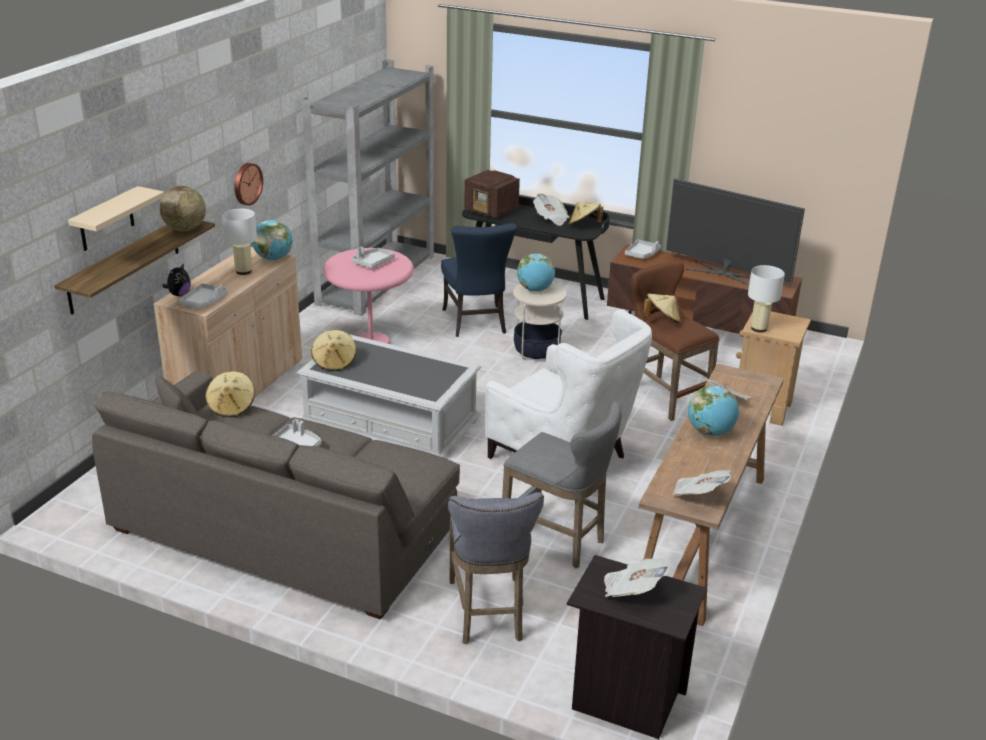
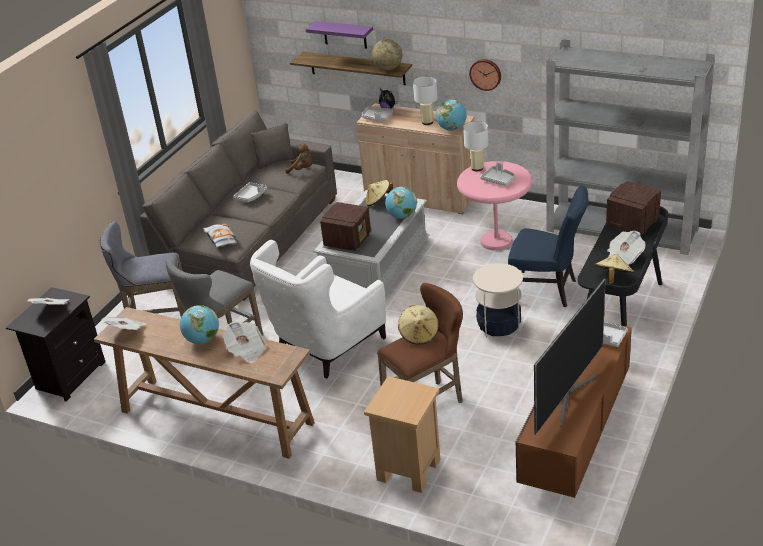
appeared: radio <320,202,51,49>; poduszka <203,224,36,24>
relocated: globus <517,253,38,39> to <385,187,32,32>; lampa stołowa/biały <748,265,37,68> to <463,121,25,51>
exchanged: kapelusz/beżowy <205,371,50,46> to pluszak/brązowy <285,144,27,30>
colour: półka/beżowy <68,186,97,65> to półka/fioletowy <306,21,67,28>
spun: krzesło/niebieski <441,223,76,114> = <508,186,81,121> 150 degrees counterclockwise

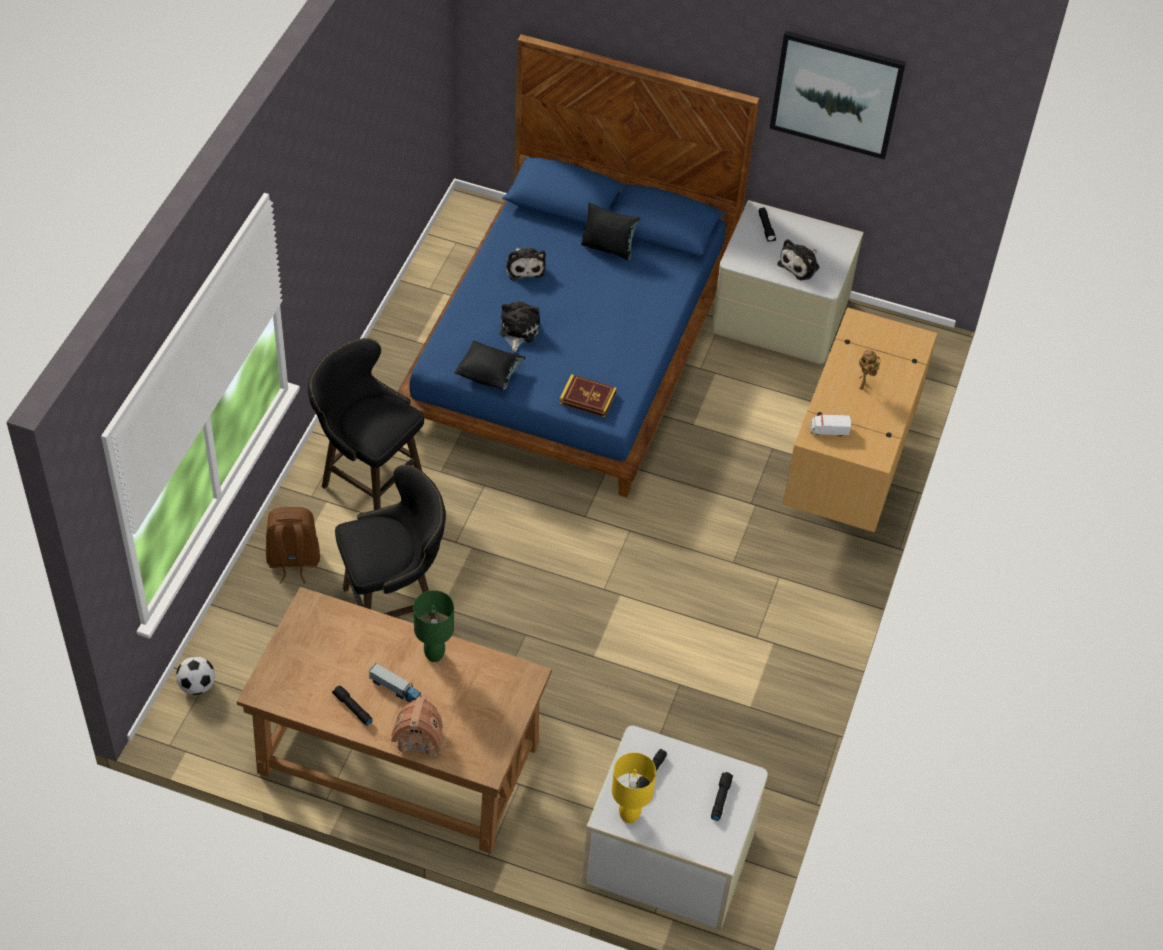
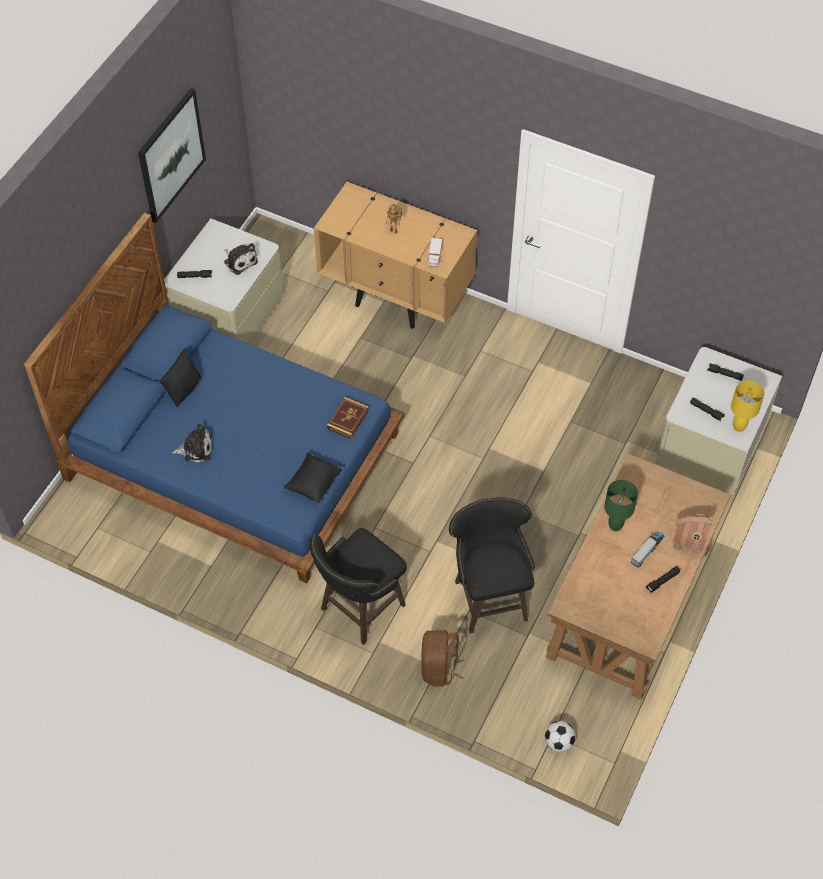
missing: pluszak <500,301,40,51>

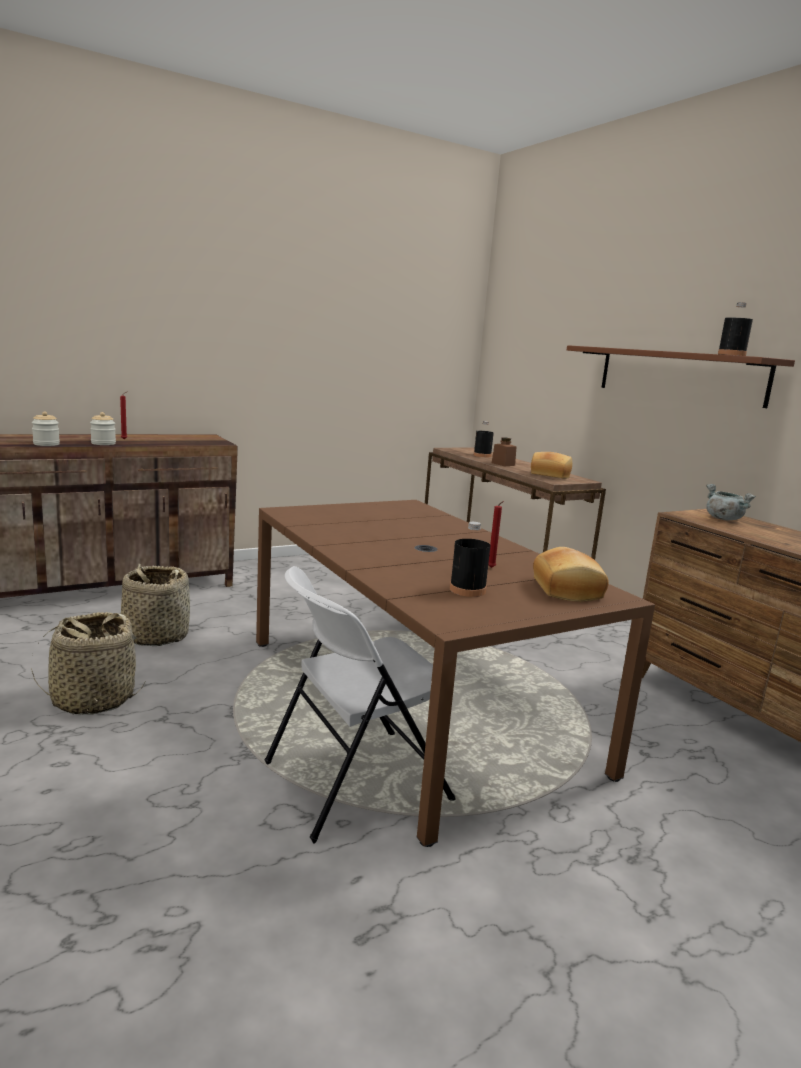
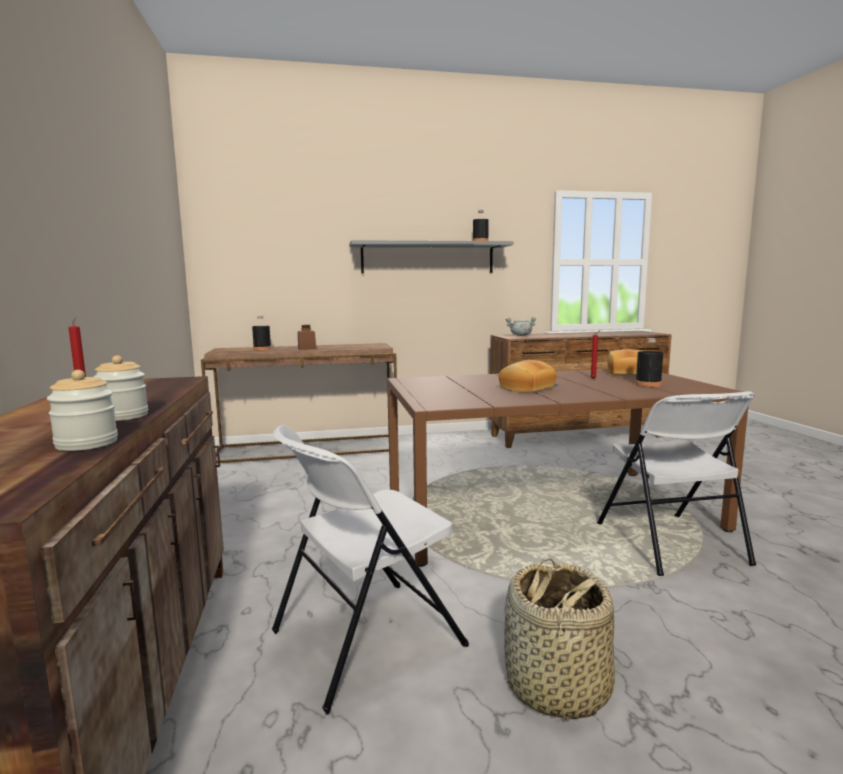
relocated: chleb <531,452,41,27> to <499,360,57,32>
exchanged: koszyk <121,564,69,82> to krzesło/biały <272,425,197,290>
colour: półka/brązowy <567,345,228,63> to półka/szary <349,240,164,33>

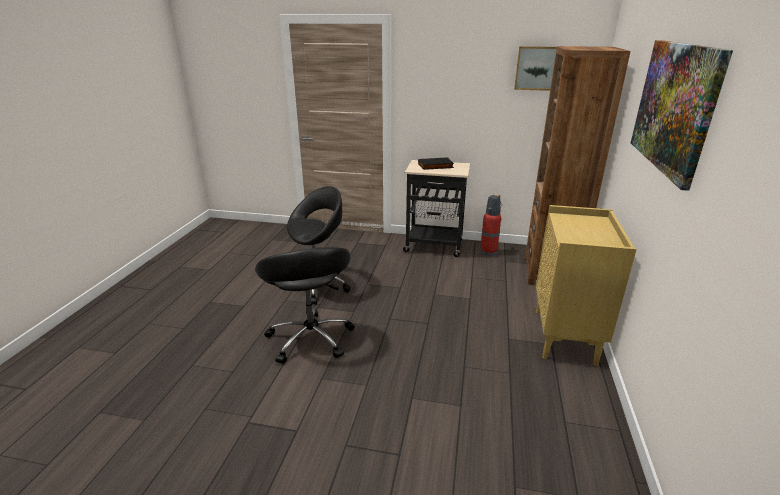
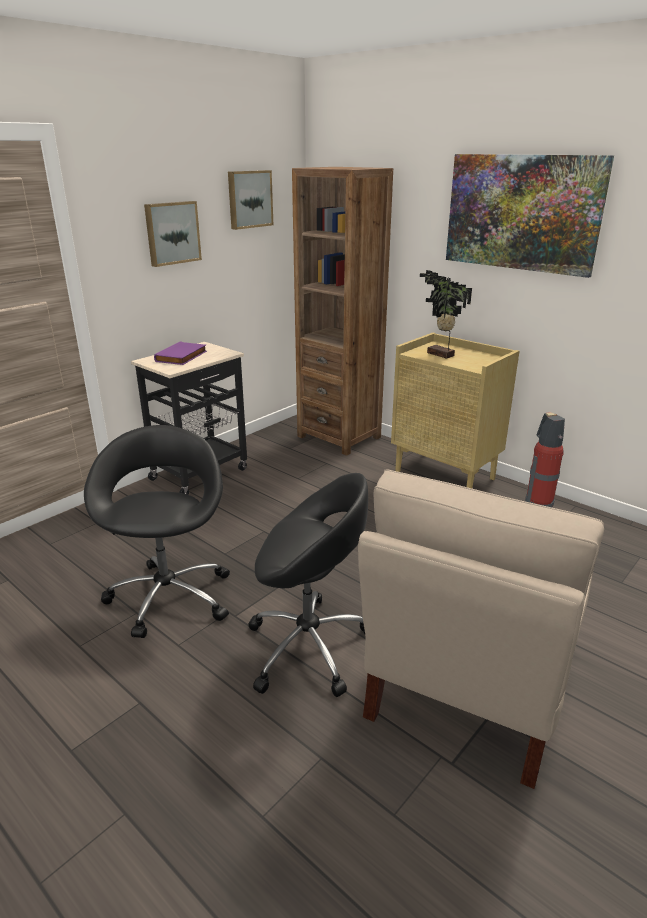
appeared: obraz <144,201,58,66>; roślina doniczkowa <420,270,52,89>; krzesło/beżowy <358,469,246,320>
relocated: gaśnica <480,194,22,62> to <525,412,40,95>
colour: książka/czarny <418,157,36,13> to książka/fioletowy <154,342,53,23>

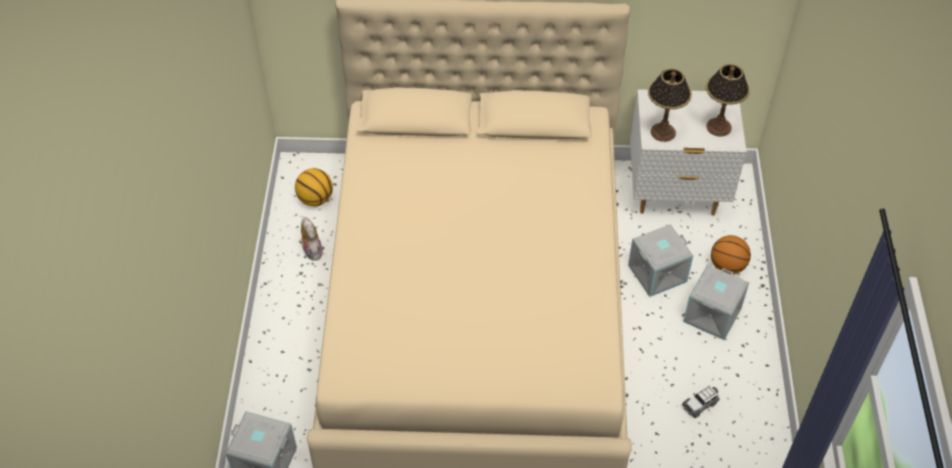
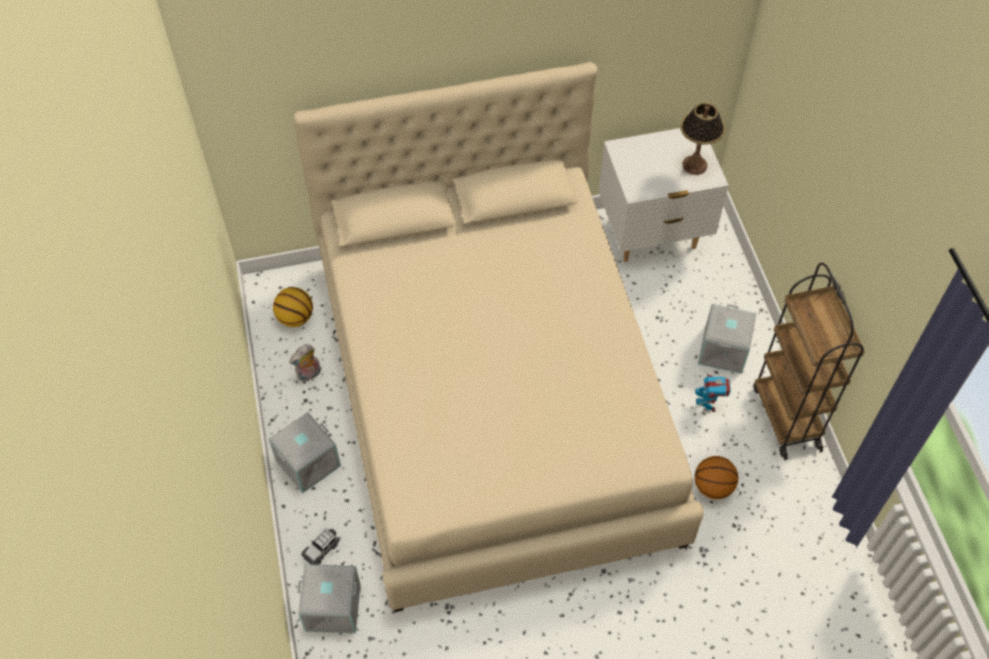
missing: lampa stołowa <648,69,44,73>
appeared: wózek/brązowy <754,263,111,197>; robot zabawkowy <695,370,36,42>
relocated: pojemnik do przechowywania/szary <628,224,65,73> to <269,412,72,81>; piłka do koszykówki <711,235,40,39> to <695,456,43,43>; samochodzik <682,385,38,33> to <302,528,38,37>
spun: pluszak <299,217,24,44> = <289,344,32,37> 90 degrees counterclockwise

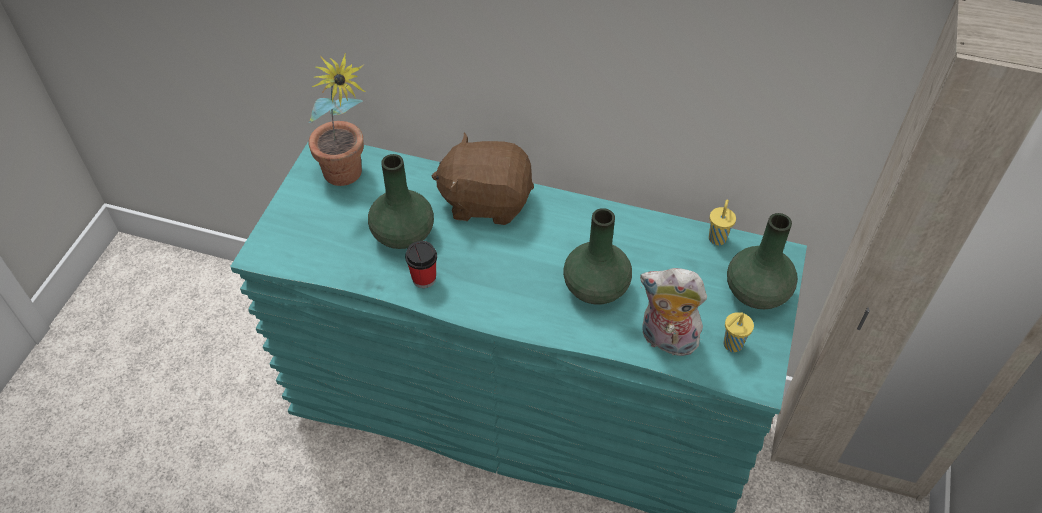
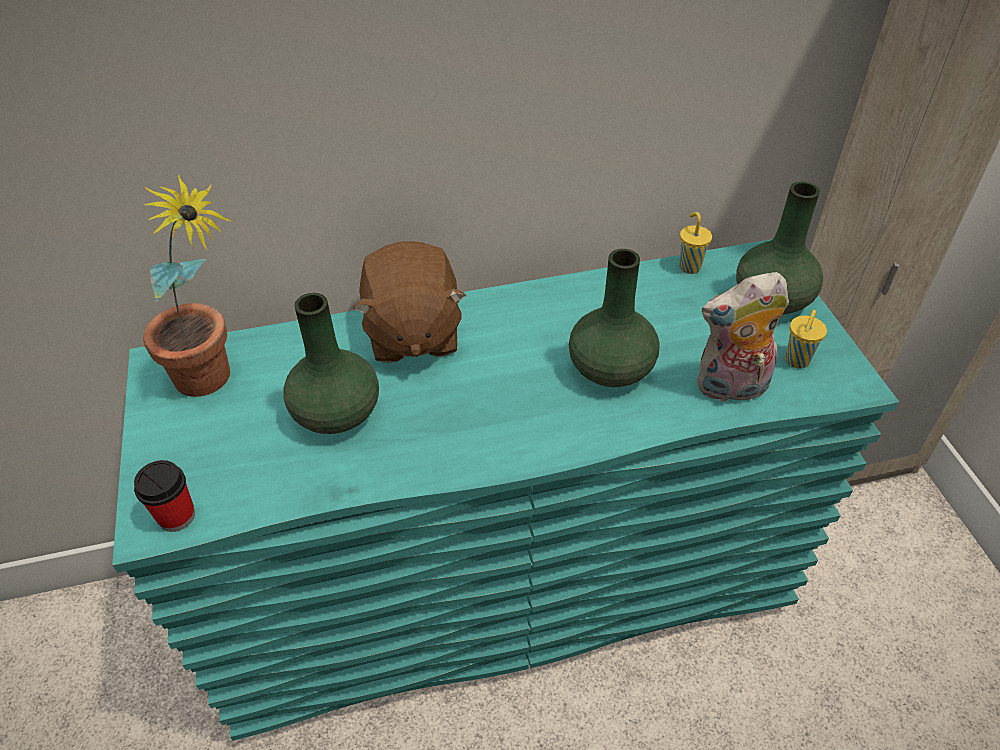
relocated: filiżanka <405,241,32,47> to <134,460,61,72>
spun: pluszak/brązowy <432,132,102,93> = <353,241,113,122> 75 degrees counterclockwise

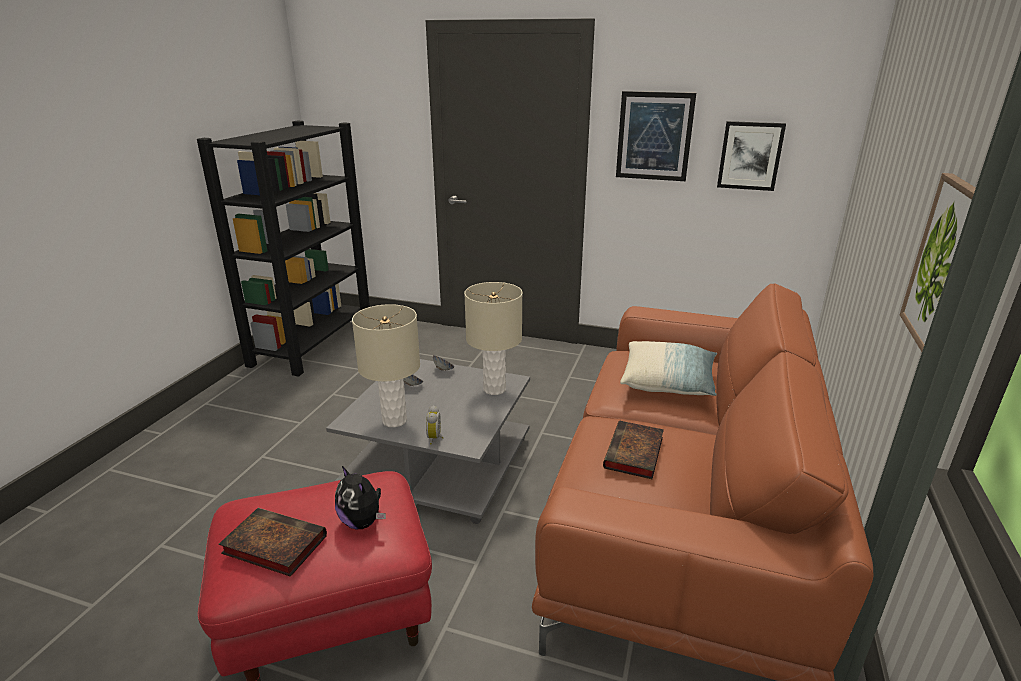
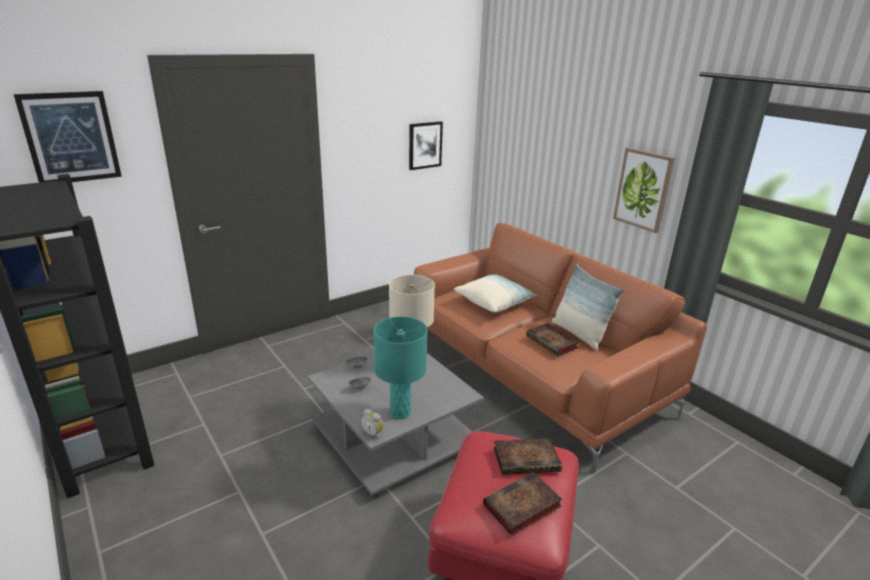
appeared: poduszka <551,264,73,86>
relocated: obraz <616,91,80,90> to <14,91,108,92>; budzik <426,405,18,40> to <361,409,22,31>
exchanged: pluszak <335,466,51,63> to książka <493,438,69,37>
colour: lampa stołowa/beżowy <352,304,68,123> to lampa stołowa/turkusowy <374,316,54,103>

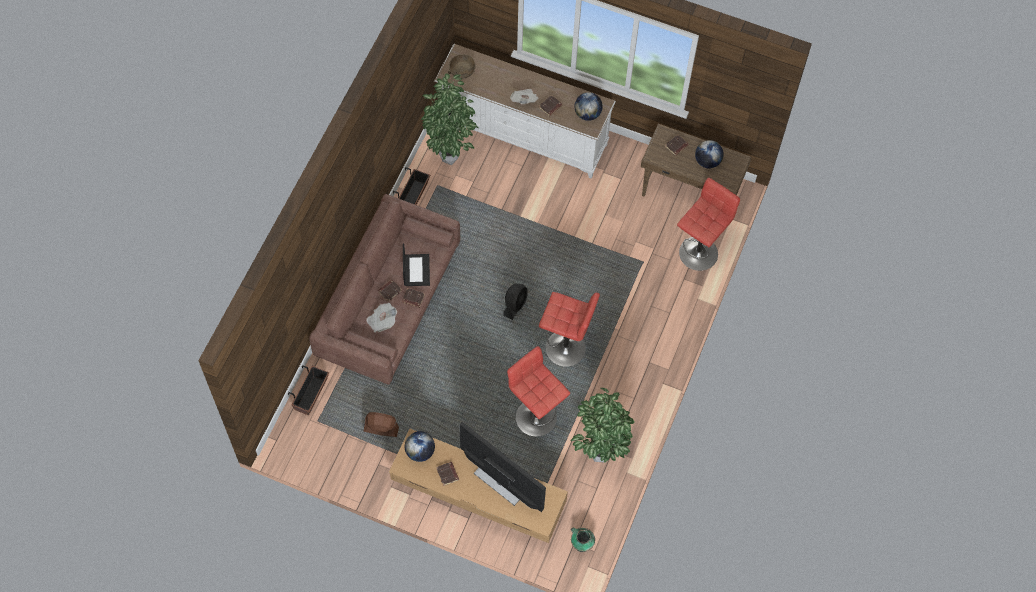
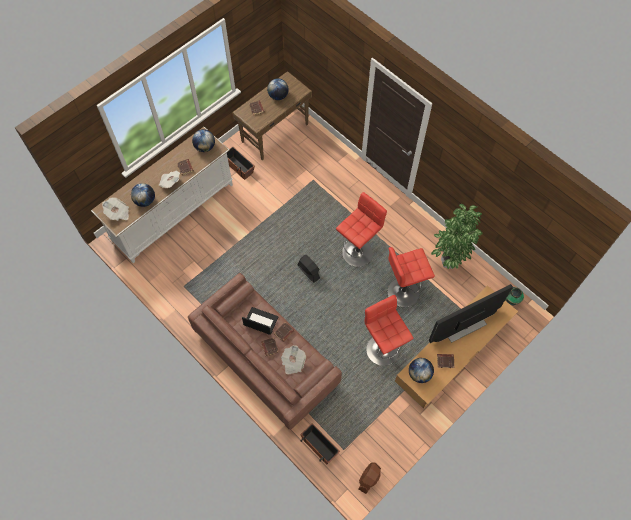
missing: roślina doniczkowa <421,73,58,92>
appeared: globus <131,183,24,24>
relocated: donica <393,167,37,38> to <227,147,28,33>; stołek/czerwony <677,178,63,93> to <365,295,49,71>; wentylator/brązowy <364,412,35,25> to <358,462,23,32>
exchanged: miska/brązowy <448,54,28,25> to gazeta <102,197,27,24>

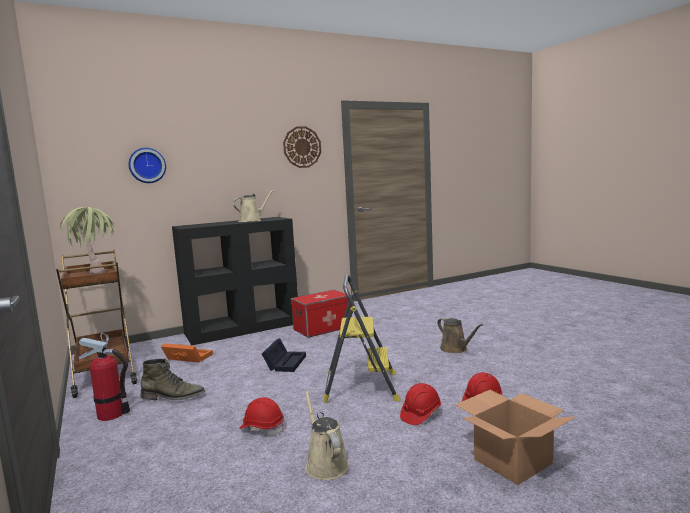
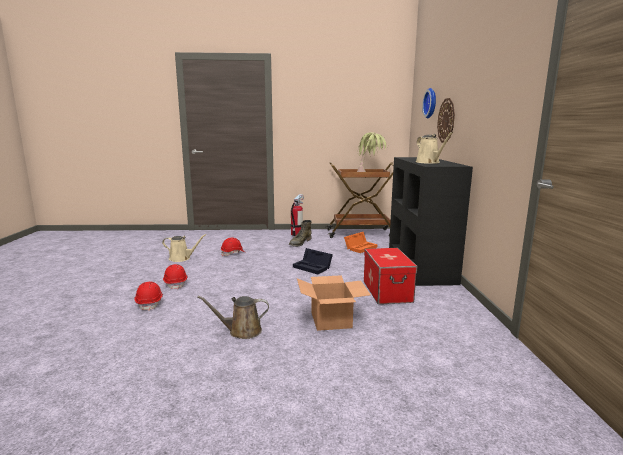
missing: drabinka/żółty <323,274,78,129>
relocated: zegar ścienny <283,127,38,41> to <437,98,18,45>; karton <455,390,121,95> to <297,275,74,56>

